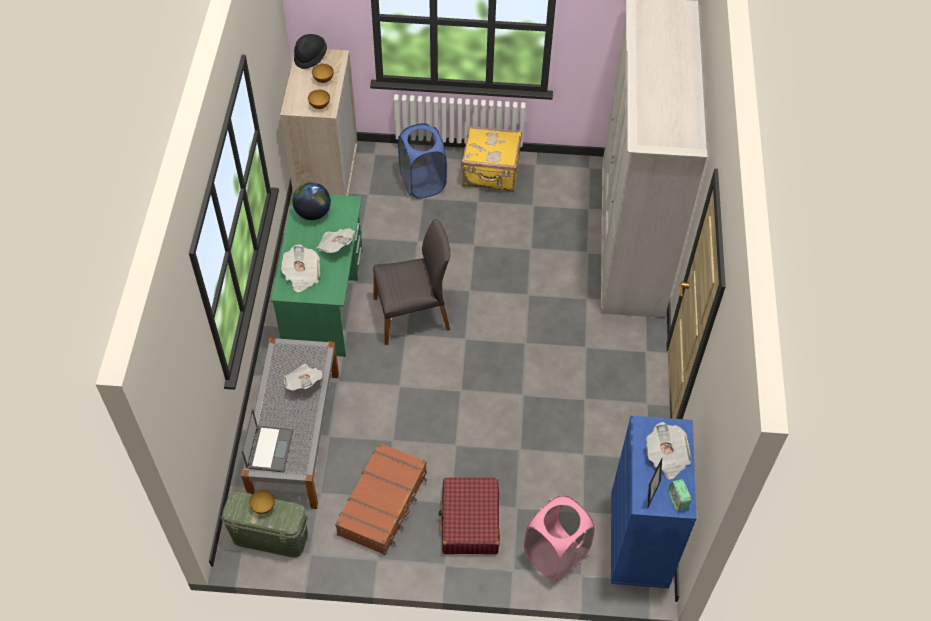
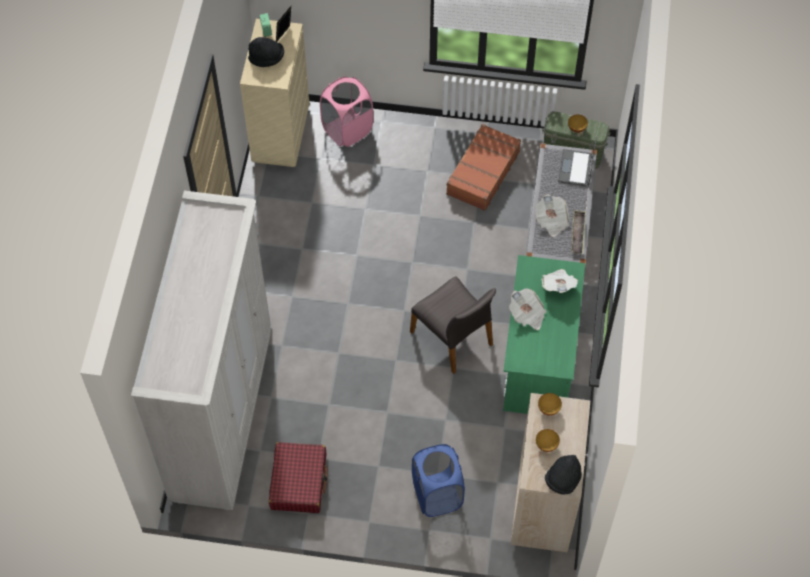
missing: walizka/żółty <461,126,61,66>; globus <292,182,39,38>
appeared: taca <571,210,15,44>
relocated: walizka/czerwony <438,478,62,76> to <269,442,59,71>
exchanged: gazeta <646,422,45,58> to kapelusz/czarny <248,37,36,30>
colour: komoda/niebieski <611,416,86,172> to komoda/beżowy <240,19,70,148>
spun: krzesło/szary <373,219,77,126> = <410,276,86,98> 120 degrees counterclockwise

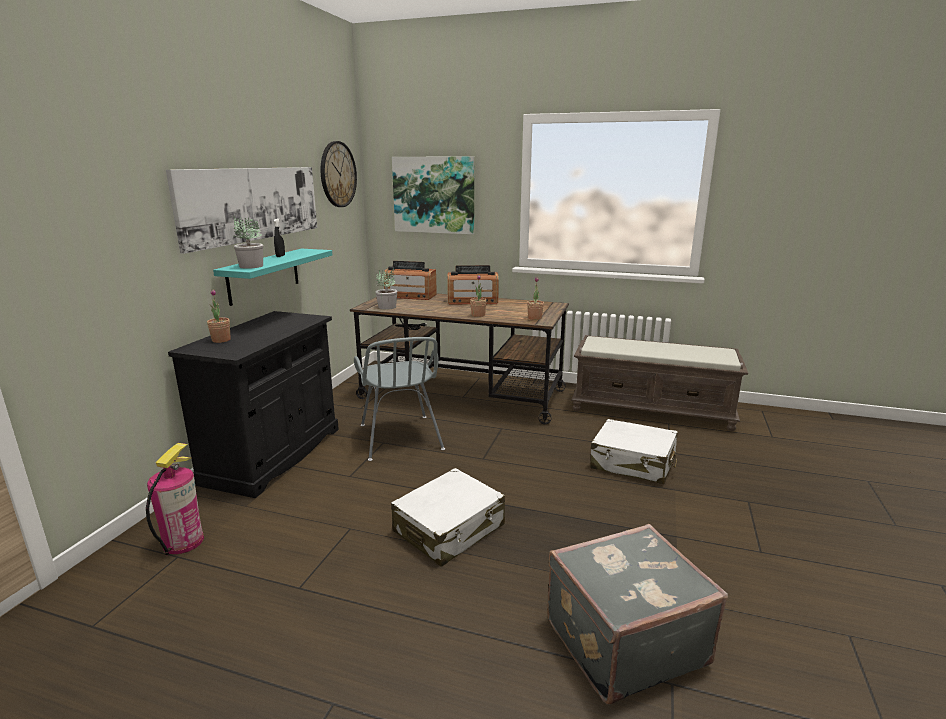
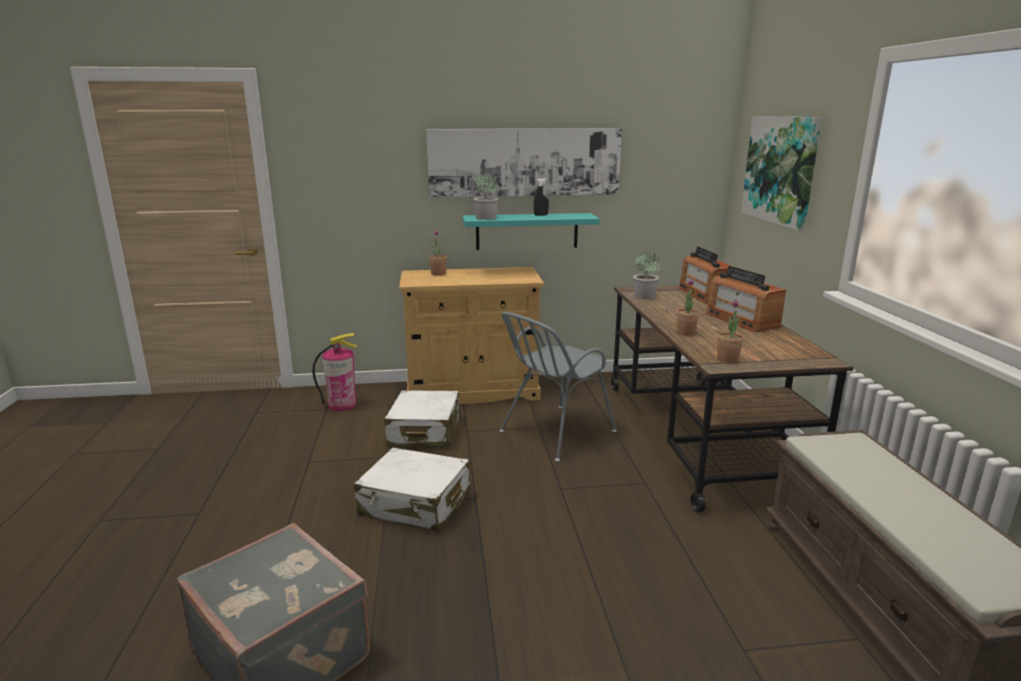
missing: zegar ścienny <321,141,36,66>
relocated: walizka/biały <590,419,88,65> to <384,390,76,58>
colour: szafka/czarny <168,311,171,187> to szafka/beżowy <399,267,145,137>

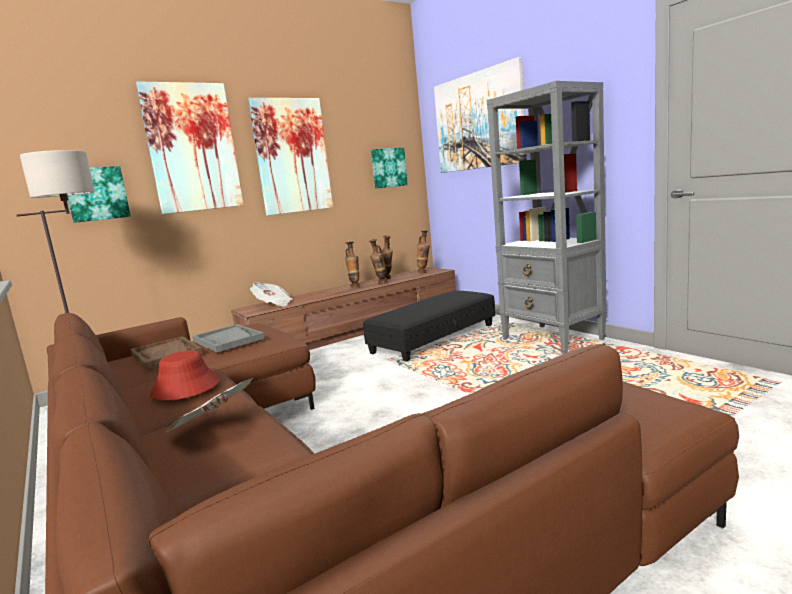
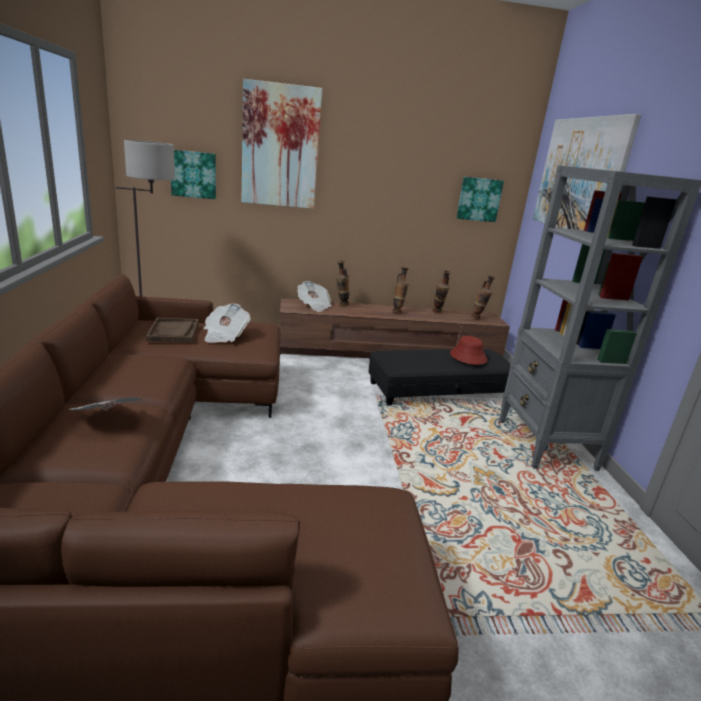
missing: obraz <248,98,85,118>
relocated: wazon <369,239,19,45> to <336,261,13,45>; kapelusz/czerwony <150,350,70,50> to <450,336,38,29>
exchanged: taca/szary <192,324,73,28> to gazeta <204,303,47,40>

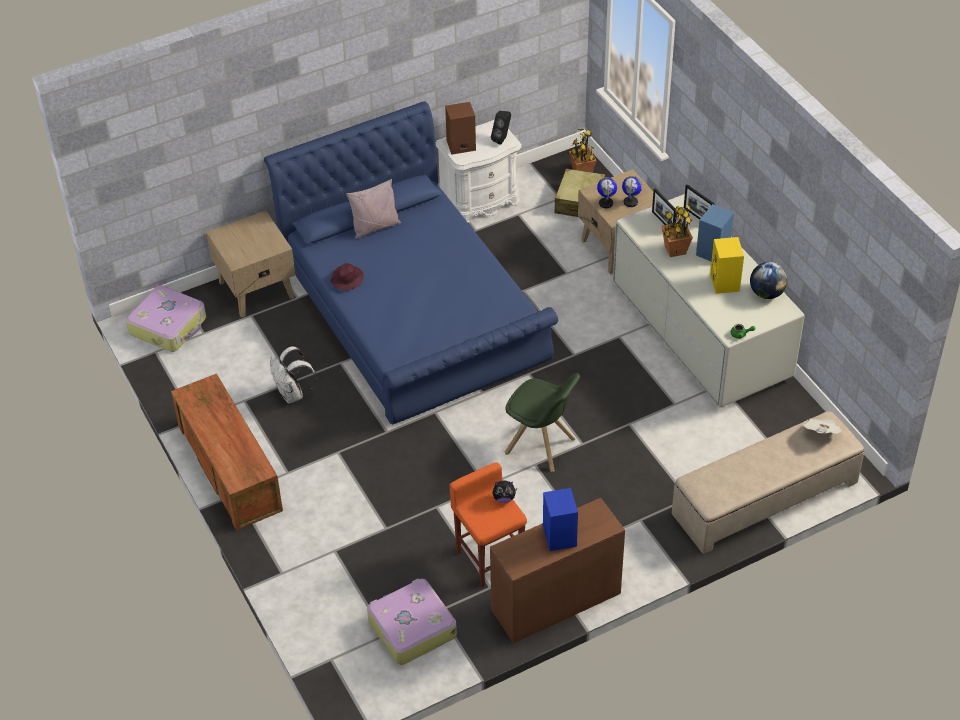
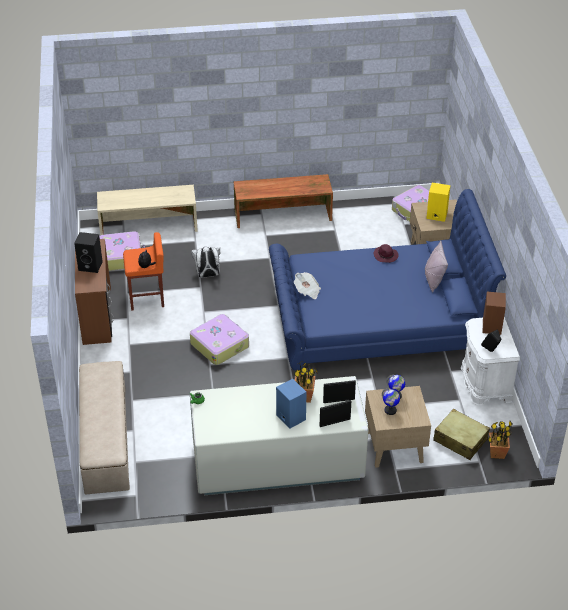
missing: globus <750,262,38,37>
appeared: ławka/beżowy <97,185,101,50>
relocated: głośnik/żółty <710,237,34,57> to <426,183,24,39>; plecak/biały <270,346,46,57> to <191,246,29,32>; gazeta <803,418,40,16> to <294,272,27,27>
exchanged: krzesło/zielony <505,373,75,99> to walizka <190,314,59,51>
colour: głośnik/niebieski <543,488,35,63> to głośnik/czarny <74,232,29,41>

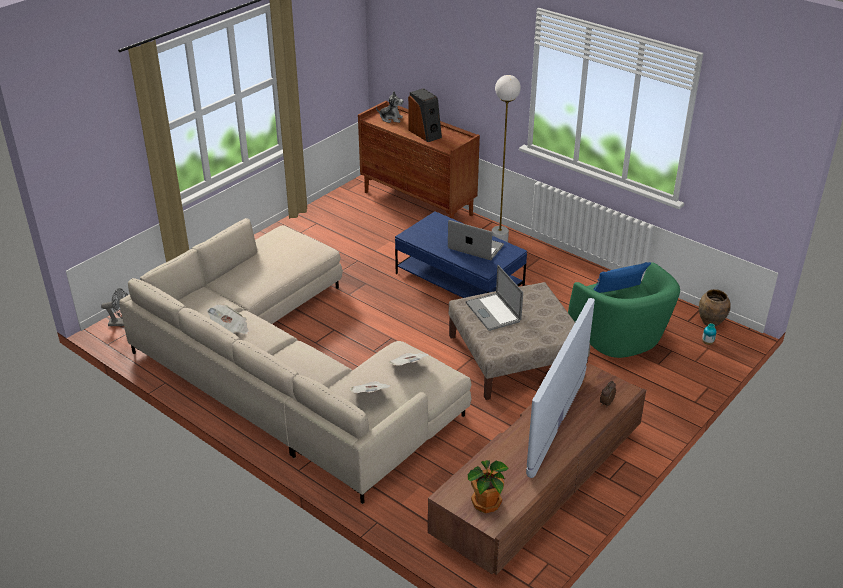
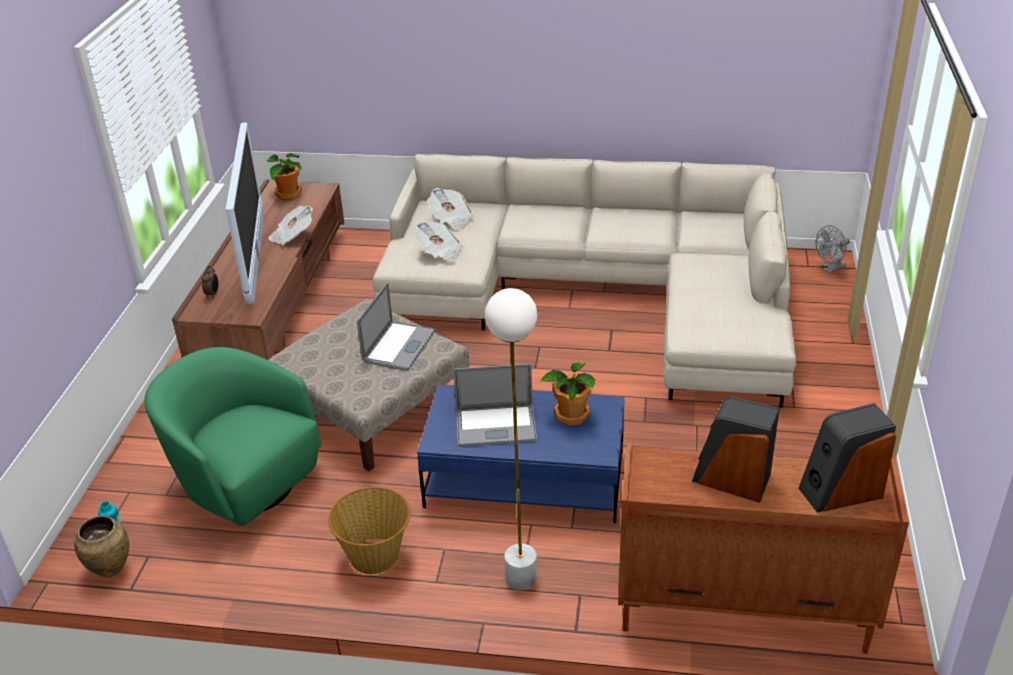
missing: poduszka/niebieski <593,262,58,31>
appeared: roślina doniczkowa <540,362,56,64>; koszyk <328,487,83,87>
relocated: gazeta <207,304,42,30> to <269,206,44,40>
exchanged: pluszak <376,91,27,32> to głośnik <798,403,98,110>
spun: laptop <465,265,58,66> = <357,282,79,89> 75 degrees clockwise

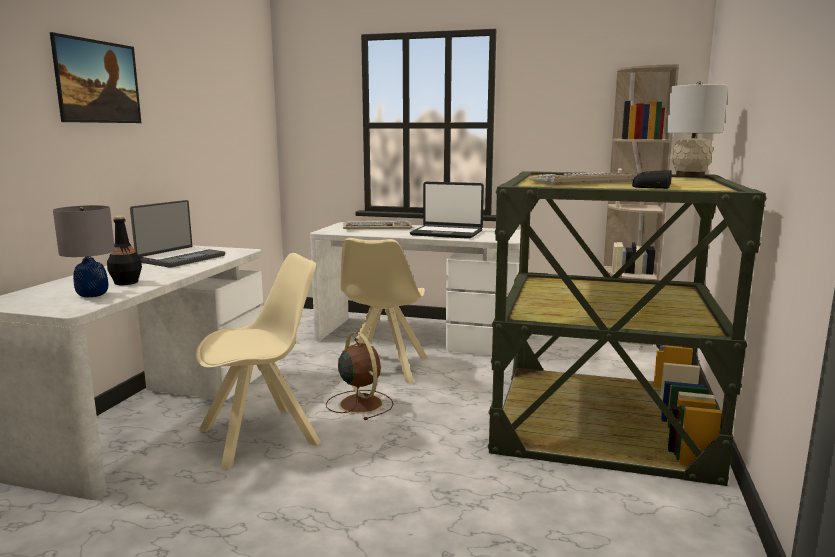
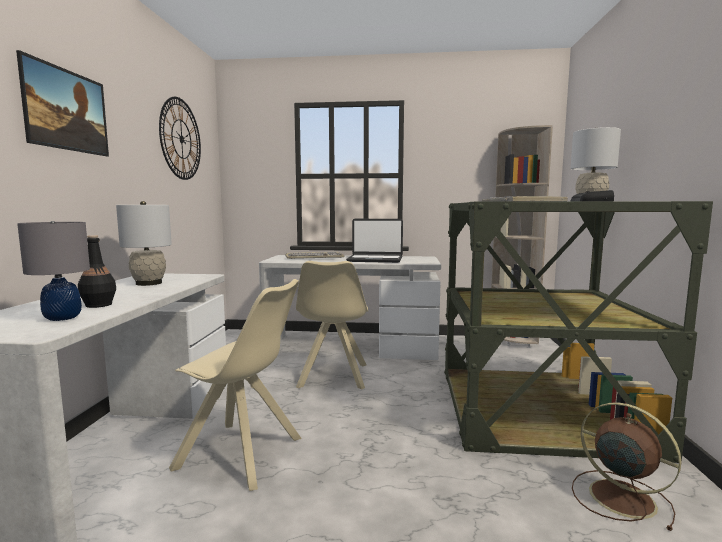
appeared: zegar ścienny <159,97,42,83>
relocated: wentylator/brązowy <326,331,68,89> to <572,402,110,129>
exchanged: laptop <130,200,95,68> to lampa stołowa/biały <116,201,56,85>
spun: krzesło/beżowy <196,253,125,217> = <169,279,133,212> 60 degrees clockwise

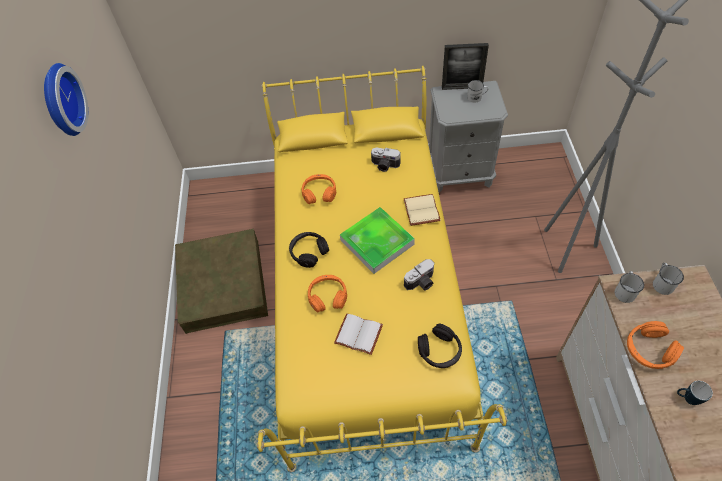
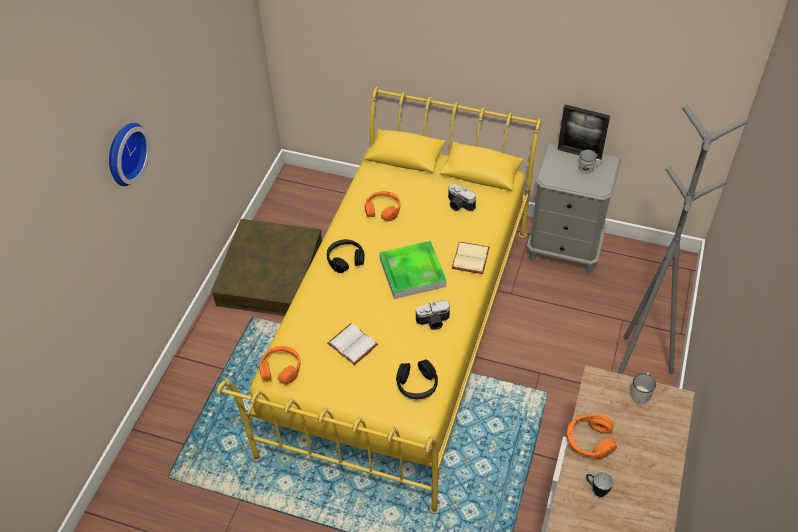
missing: kubek/biały <615,271,29,32>
relocated: zegar ścienny <44,63,44,73> to <109,123,41,63>; słuchawki/pomarańczowy <308,275,39,37> to <259,346,41,38>

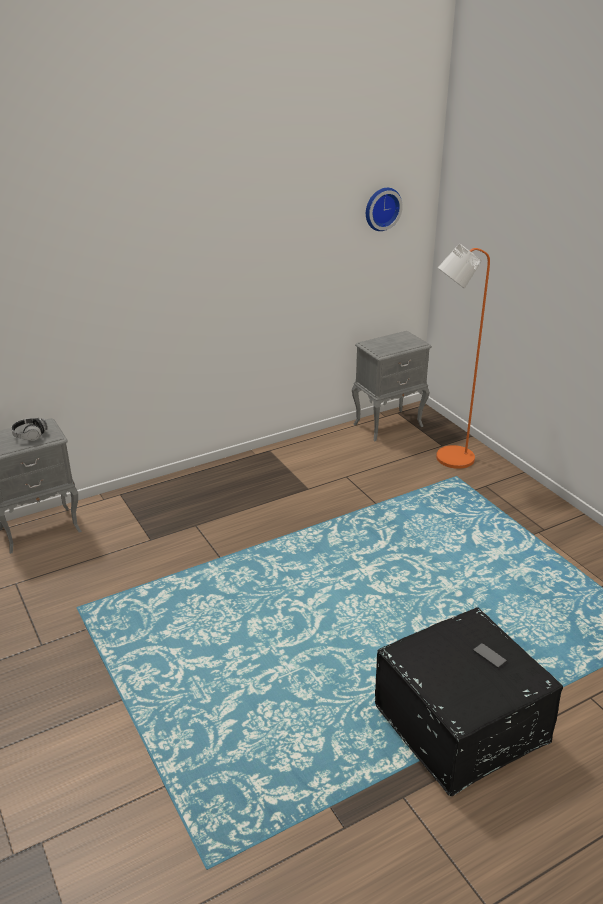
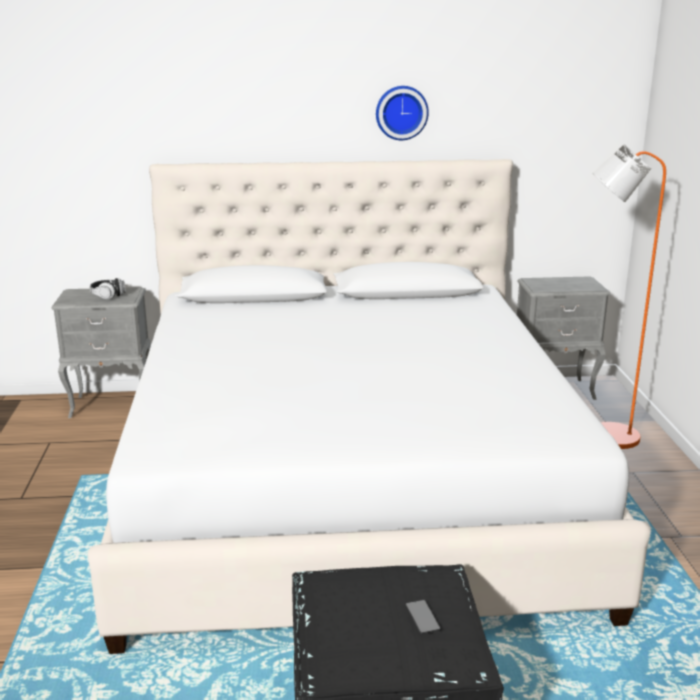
appeared: łóżko/biały <88,159,563,495>
relocated: zegar ścienny <366,188,37,43> to <376,86,53,54>

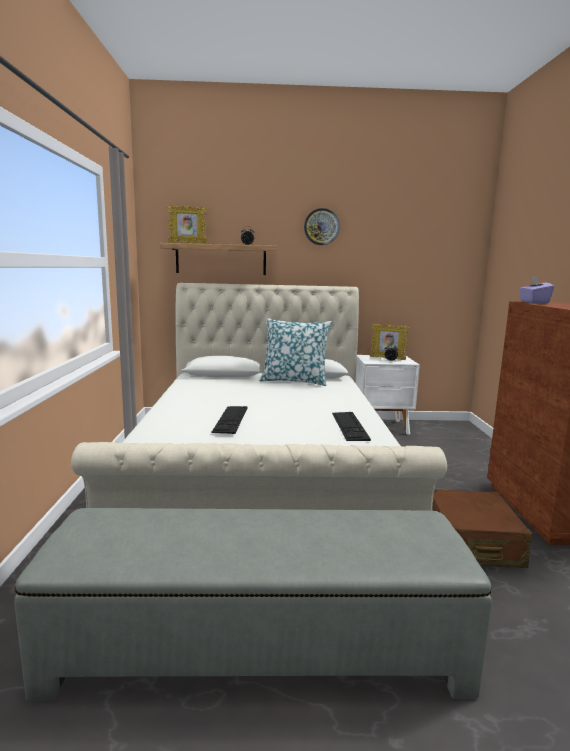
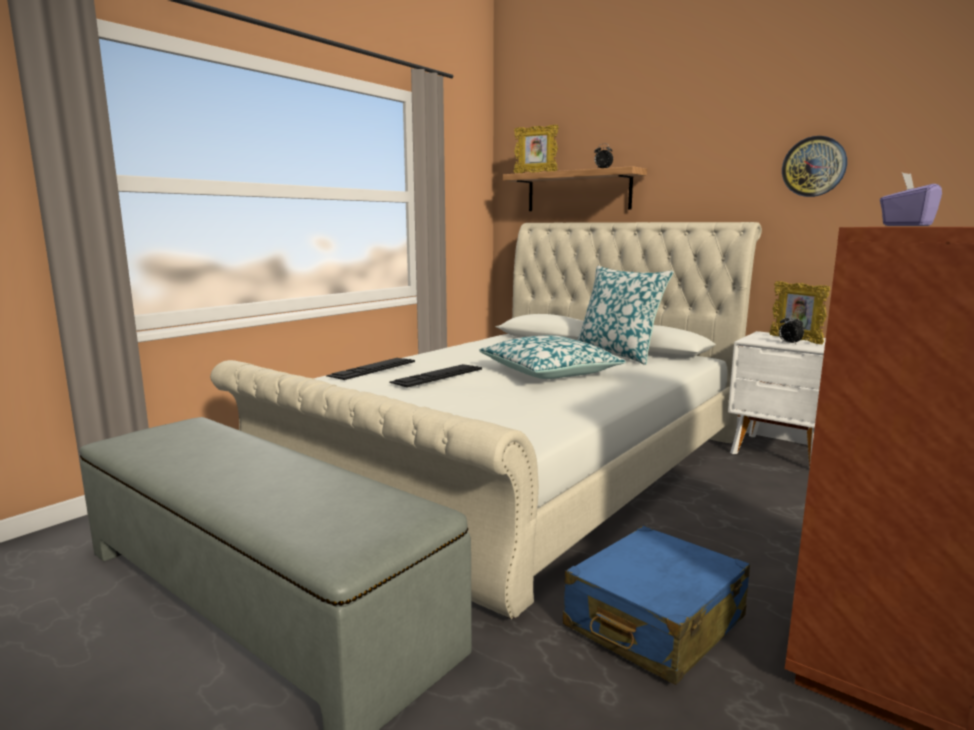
appeared: poduszka <479,335,147,44>
relocated: zegar ścienny <304,208,36,37> to <782,136,65,61>; klawiatura <332,412,39,29> to <326,358,89,22>
colour: walizka/brązowy <432,489,100,79> to walizka/niebieski <563,526,187,159>

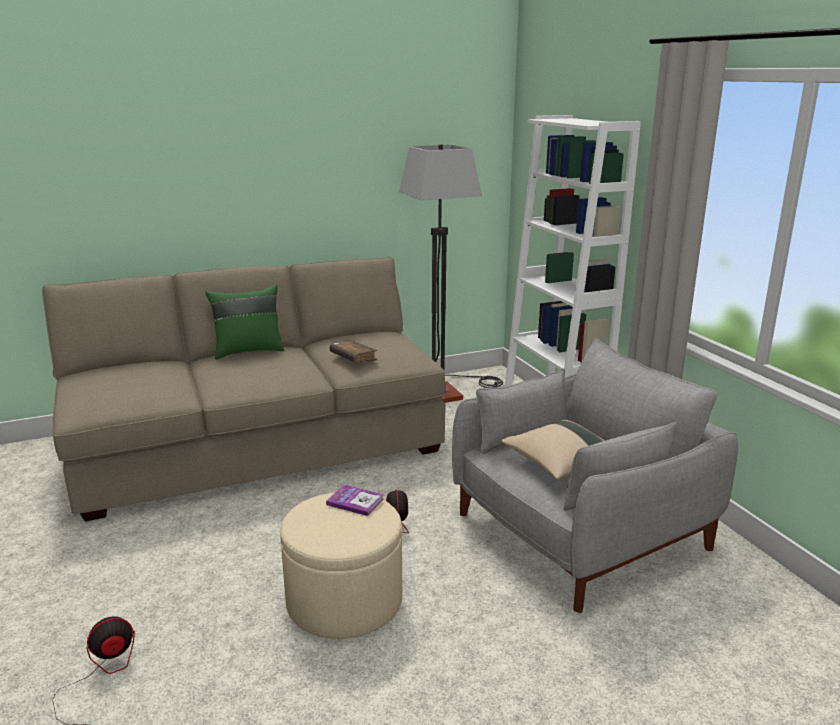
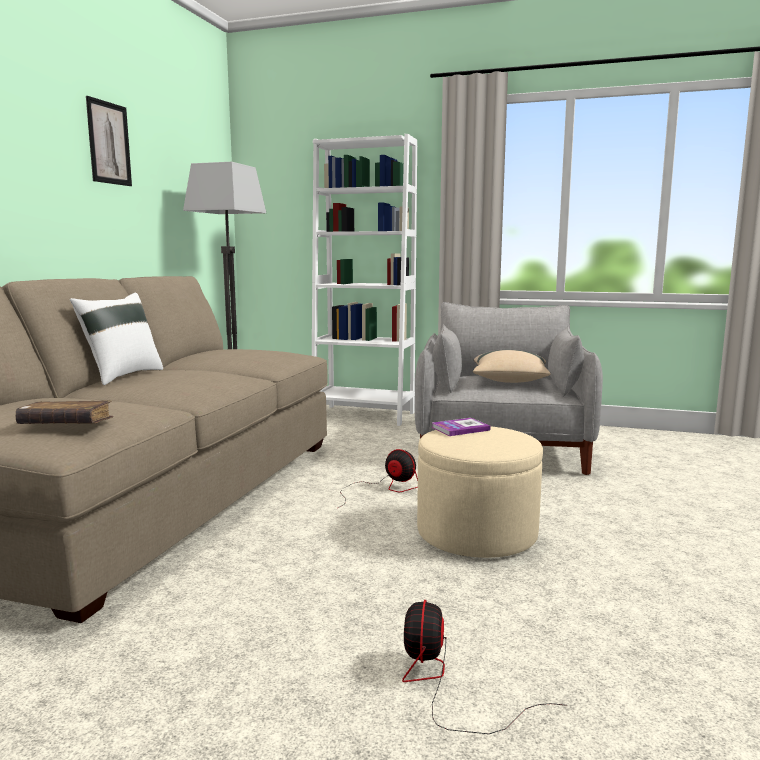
appeared: obraz <86,96,46,90>
relocated: książka/brązowy <330,340,47,23> to <16,400,98,24>
colour: poduszka/zielony <205,284,79,76> to poduszka/biały <70,293,93,92>

